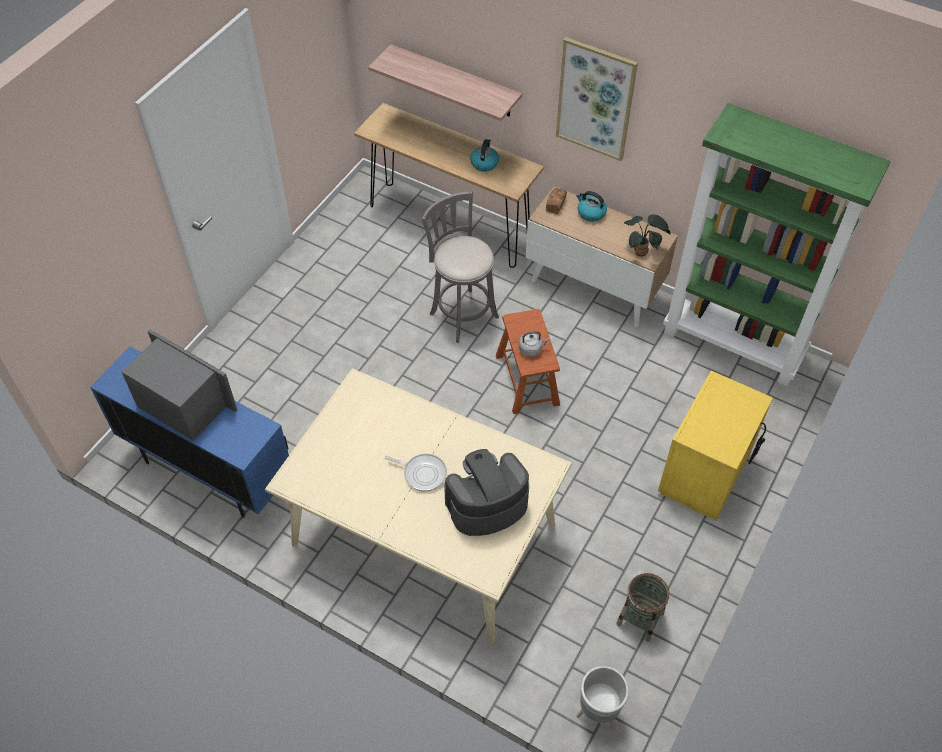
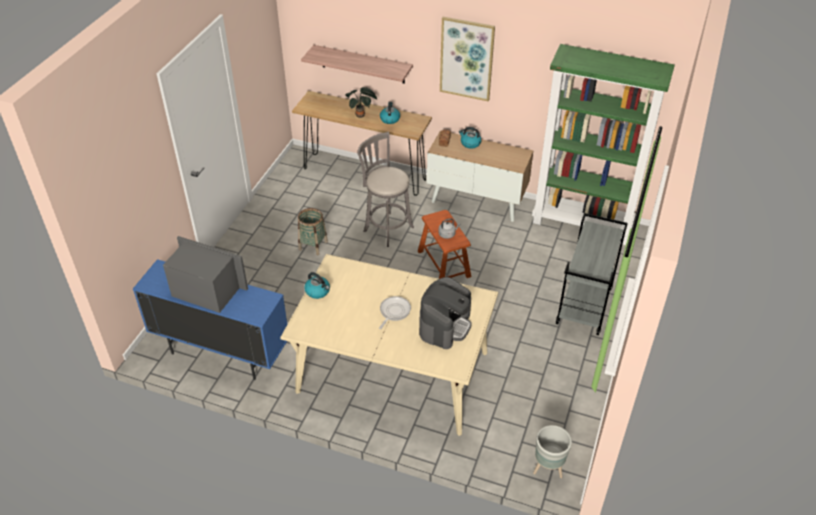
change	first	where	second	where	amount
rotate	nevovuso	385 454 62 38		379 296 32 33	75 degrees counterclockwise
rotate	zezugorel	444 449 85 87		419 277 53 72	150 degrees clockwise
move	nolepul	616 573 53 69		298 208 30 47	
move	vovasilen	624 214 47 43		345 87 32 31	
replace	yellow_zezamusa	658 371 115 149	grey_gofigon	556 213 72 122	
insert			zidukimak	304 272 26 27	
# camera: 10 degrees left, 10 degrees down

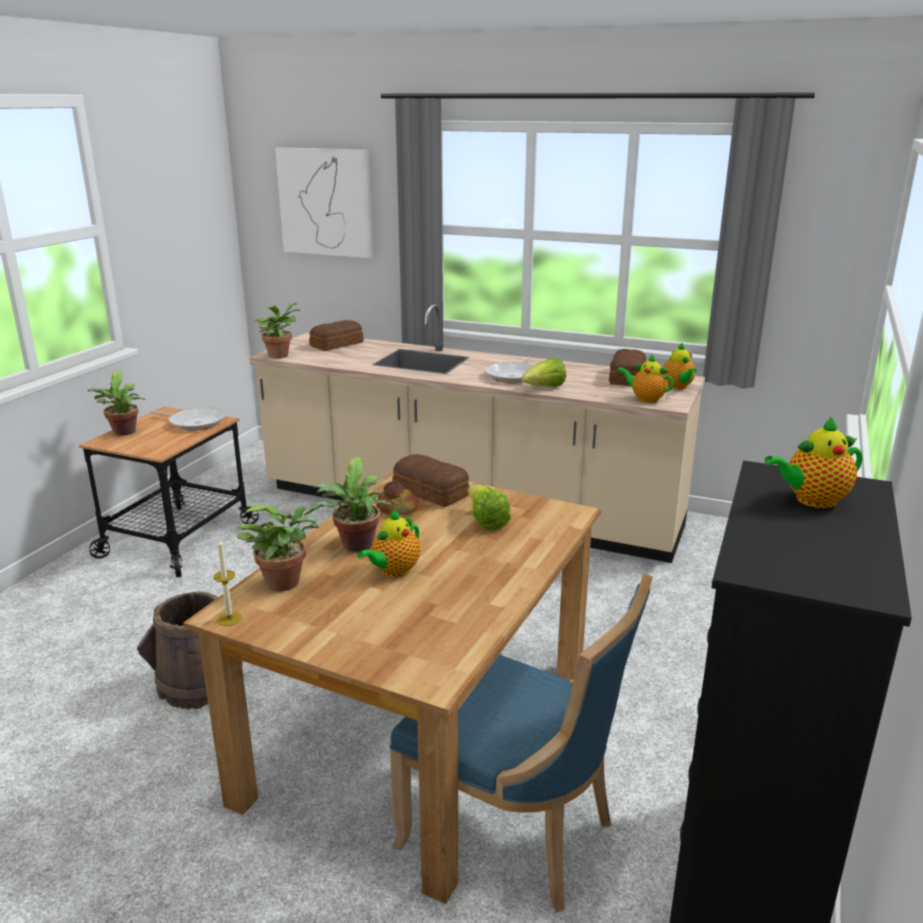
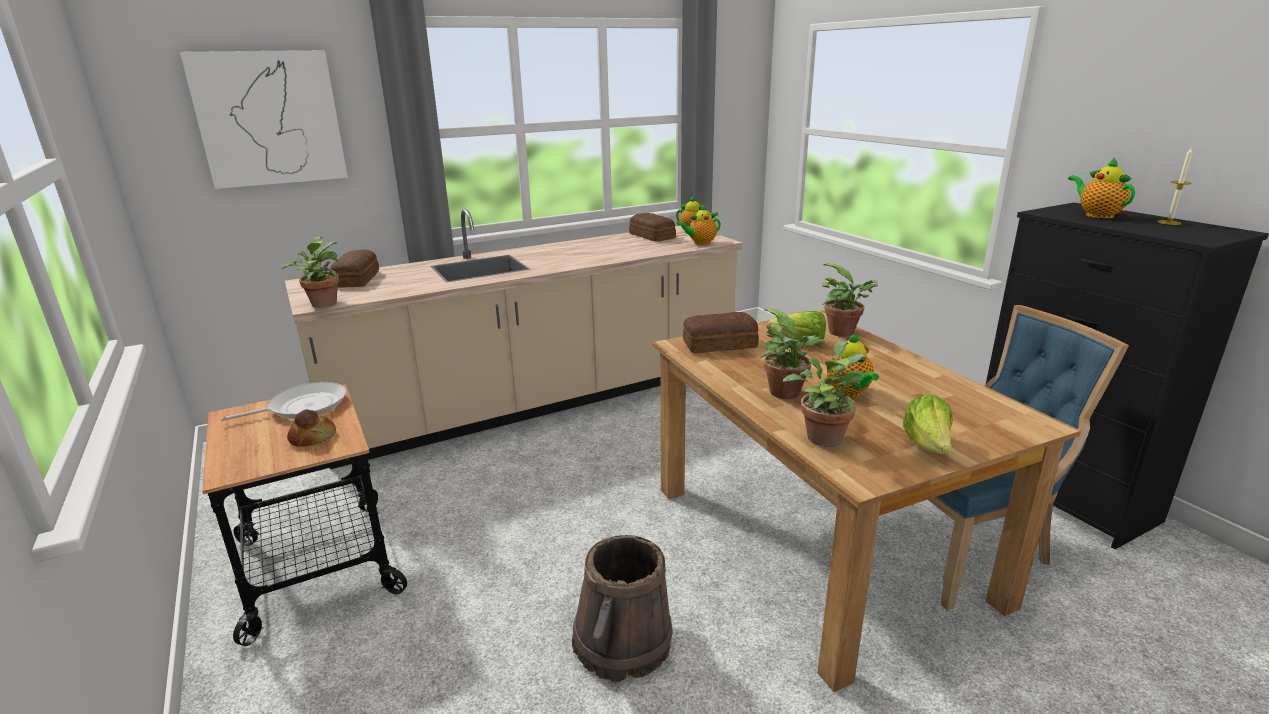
change	first	where	second	where	amount
move	vovasilen	87 371 58 65		822 263 56 74	
move	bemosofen	213 538 29 88		1158 148 35 77	
move	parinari	377 481 41 34		287 409 49 38	
delete	nevovuso	485 356 49 27			
move	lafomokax	522 358 44 29		903 394 50 60	
rotate	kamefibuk	765 417 97 91		1068 157 67 61	135 degrees clockwise
# camera: 50 degrees left, 0 degrees up

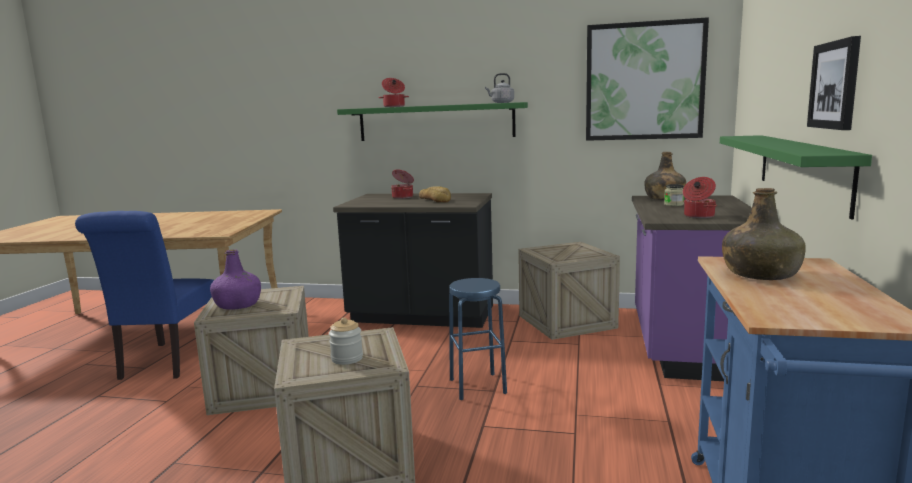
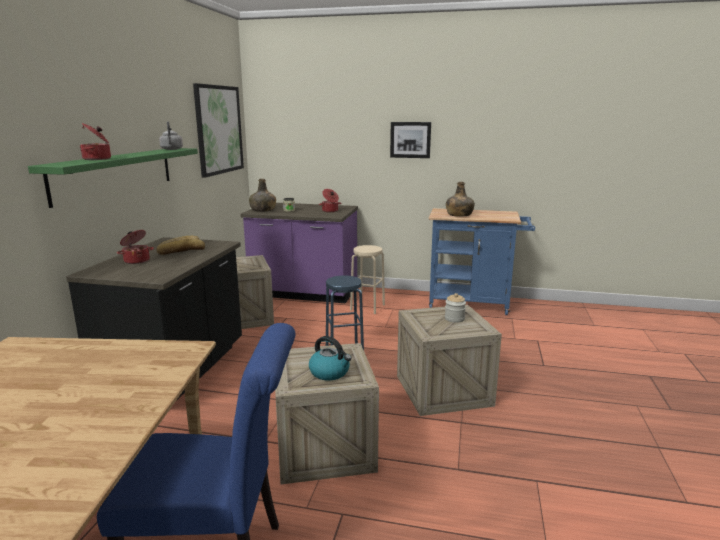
change	first	where	second	where	amount
replace	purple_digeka	210 249 51 61	zidukimak	309 336 43 45	
delete	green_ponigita	720 135 152 84			
insert			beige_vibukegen	350 245 35 69	
# camera: 90 degrees left, 5 degrees up

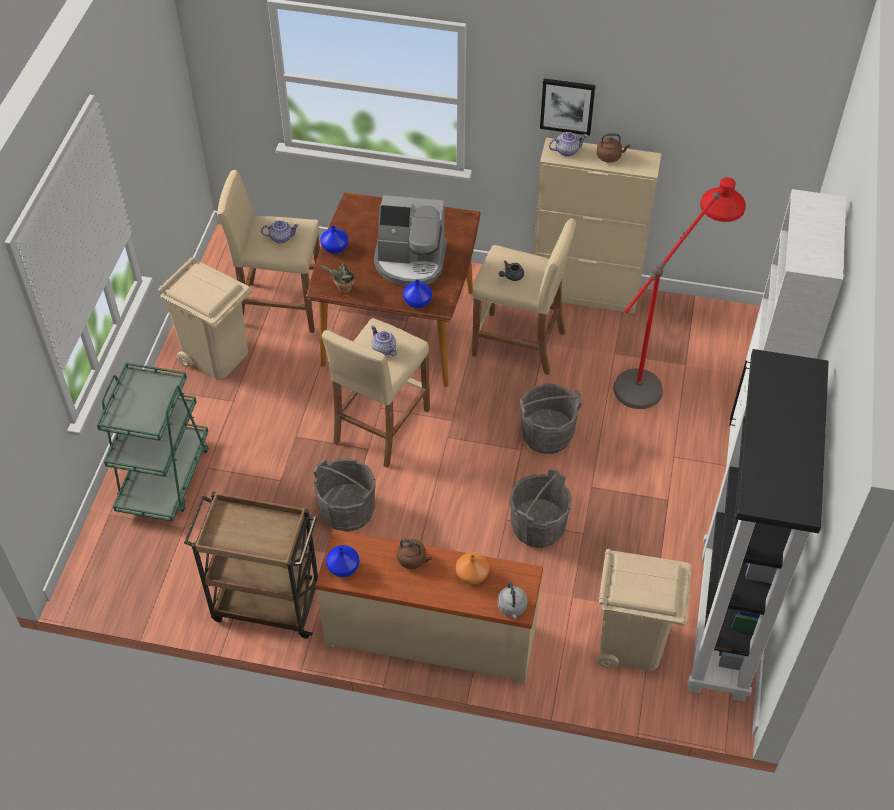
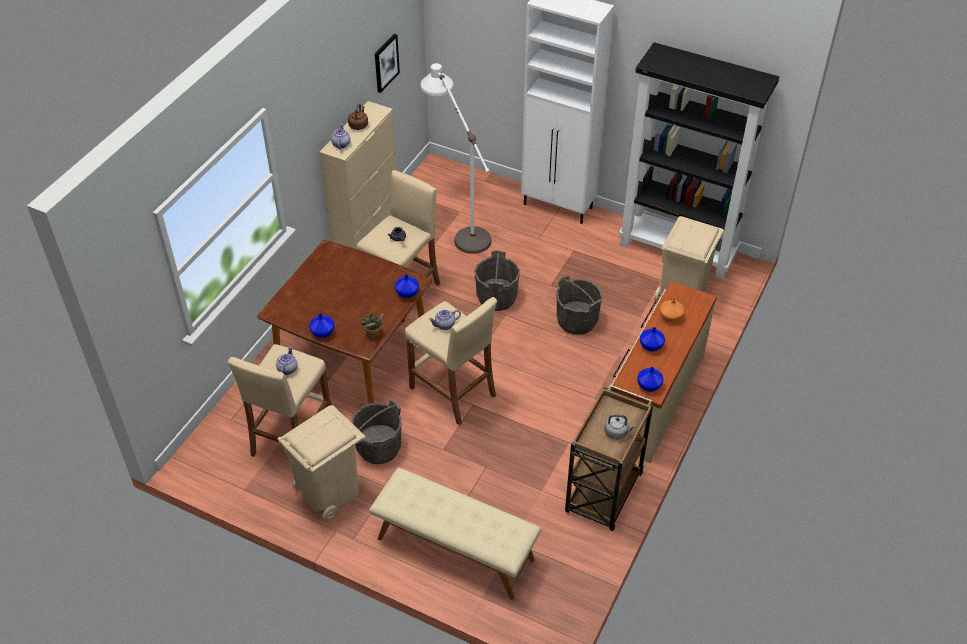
change	first	where	second	where	amount
replace	green_gofigon	97 363 112 158	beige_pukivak	369 468 172 132	
move	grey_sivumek	314 458 62 74		351 400 51 64	
delete	zezugorel	374 195 73 91			
replace	brown_zidukimak	397 539 35 30	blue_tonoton	640 327 25 25	
move	grey_zidukimak	497 581 31 38		604 415 32 25	
move	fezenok	540 79 56 57		375 34 25 59	
recolor	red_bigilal	613 177 133 232	white_bigilal	421 63 71 191	
# camera: 75 degrees left, 5 degrees down

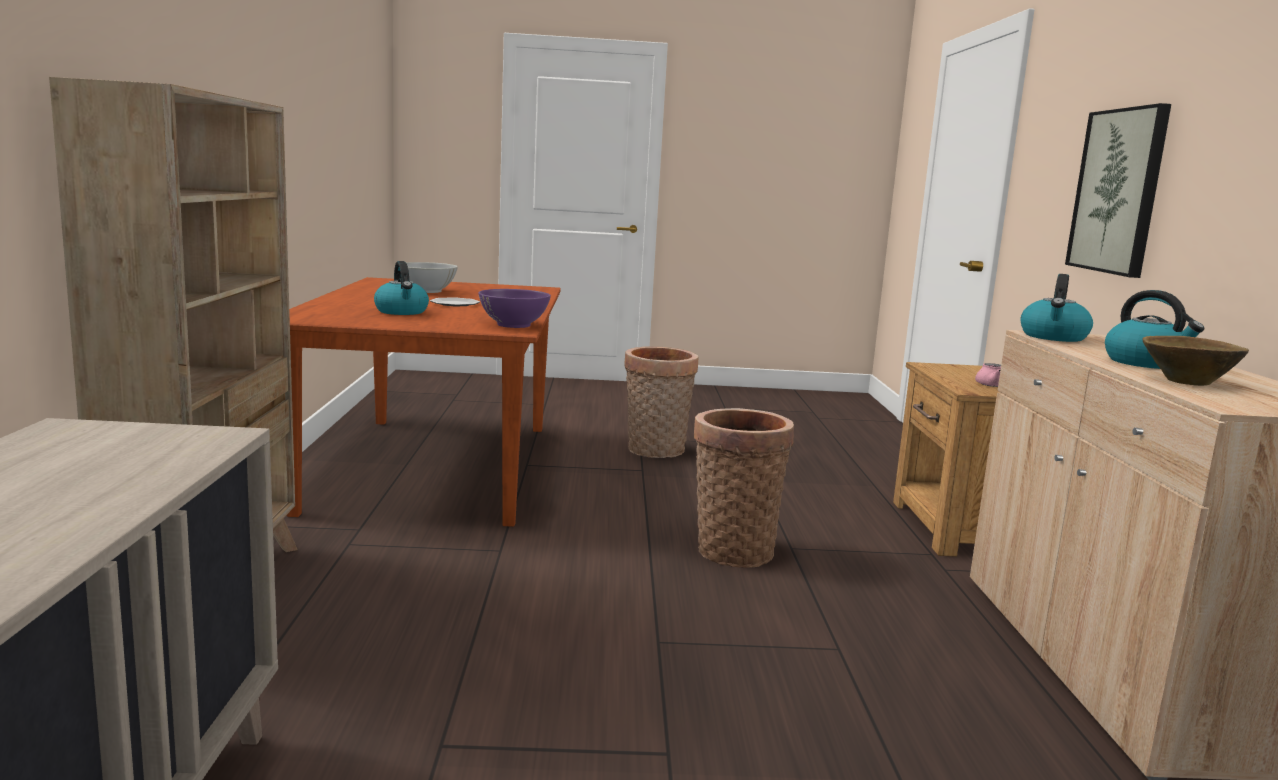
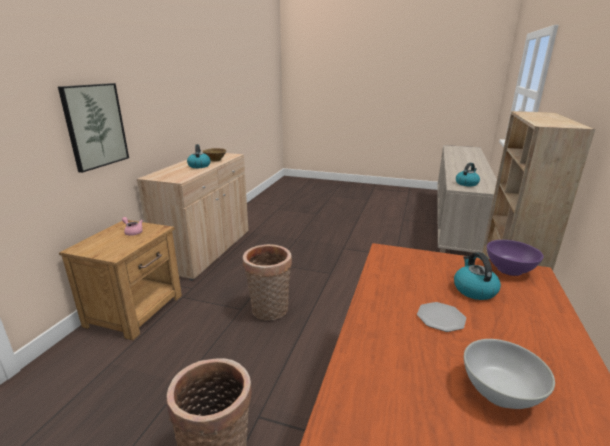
change	first	where	second	where	amount
move	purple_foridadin	478 289 73 39		487 240 56 36	
move	zidukimak	1020 274 73 68		456 163 24 23	
# camera: 160 degrees left, 10 degrees up

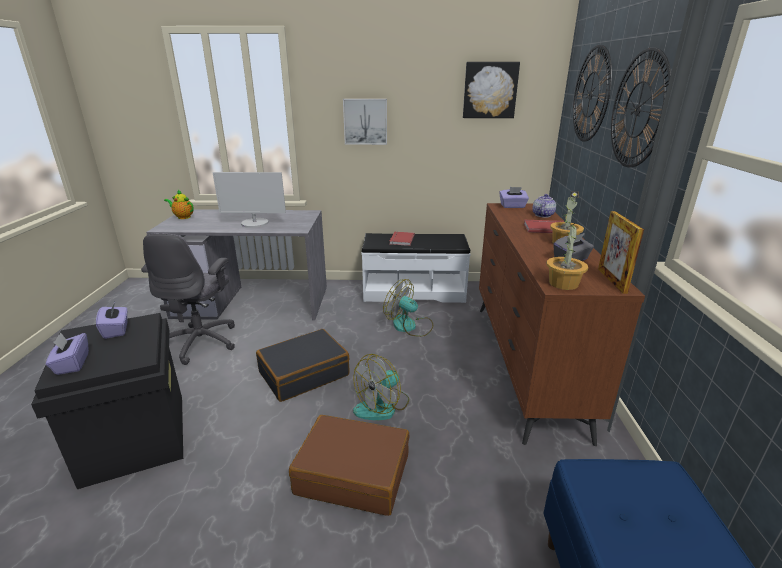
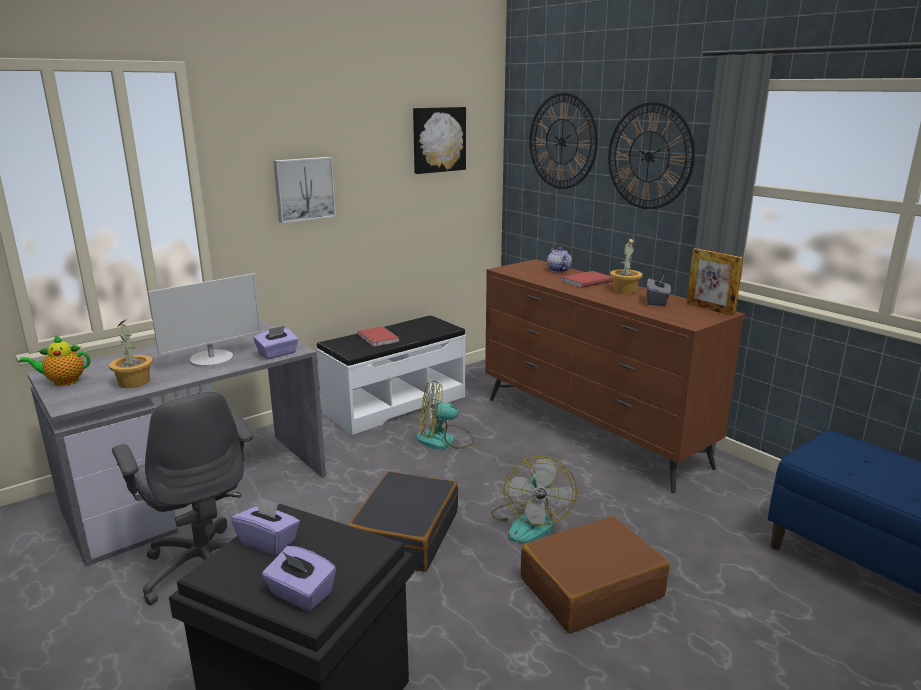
change	first	where	second	where	amount
move	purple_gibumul	499 187 30 21		254 326 44 33	
move	vovasilen	547 223 41 67		109 320 44 68	
# camera: 40 degrees left, 5 degrees down

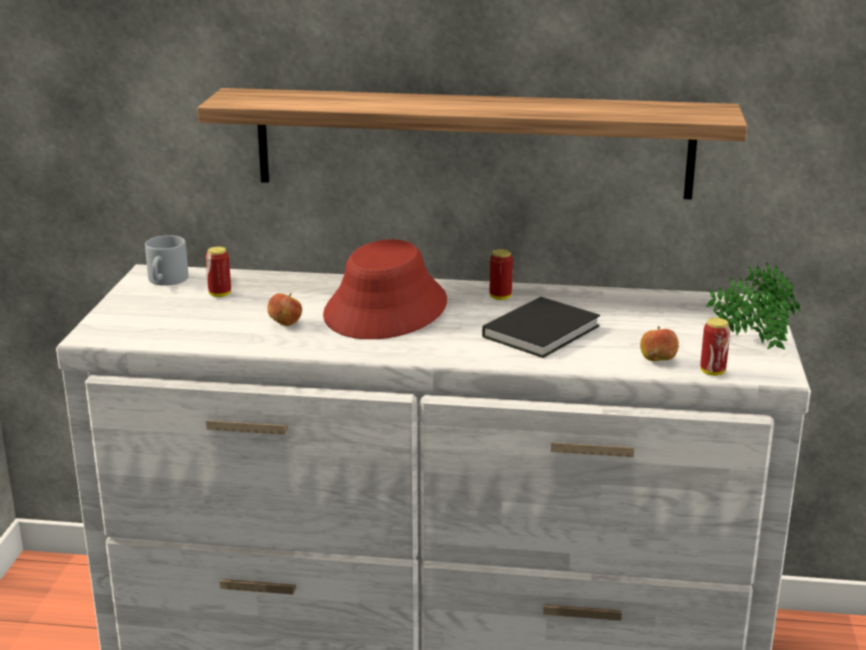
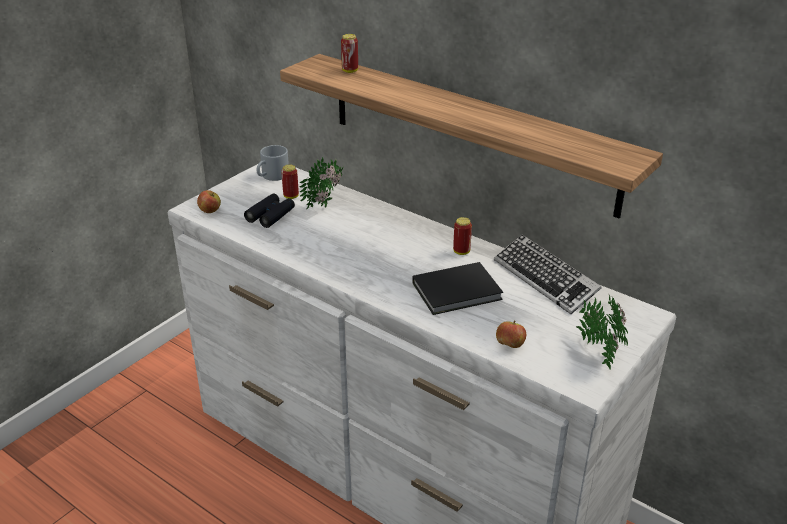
change	first	where	second	where	amount
move	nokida	267 293 35 33		197 190 24 23	
delete	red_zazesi	323 239 124 100			
move	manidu	700 318 30 58		341 34 17 39	
insert			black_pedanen	244 194 51 34	
insert			vovasilen	299 157 44 52	
insert			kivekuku	494 234 108 80	
# camera: 30 degrees right, 10 degrees up

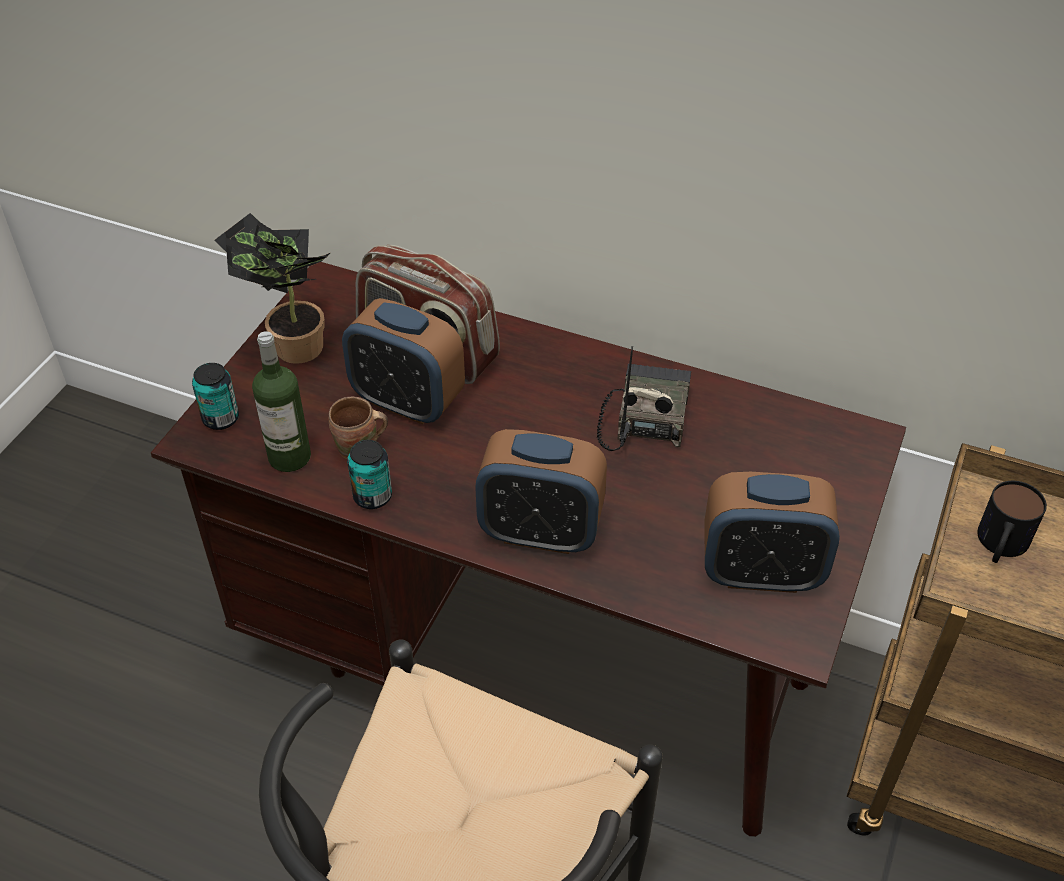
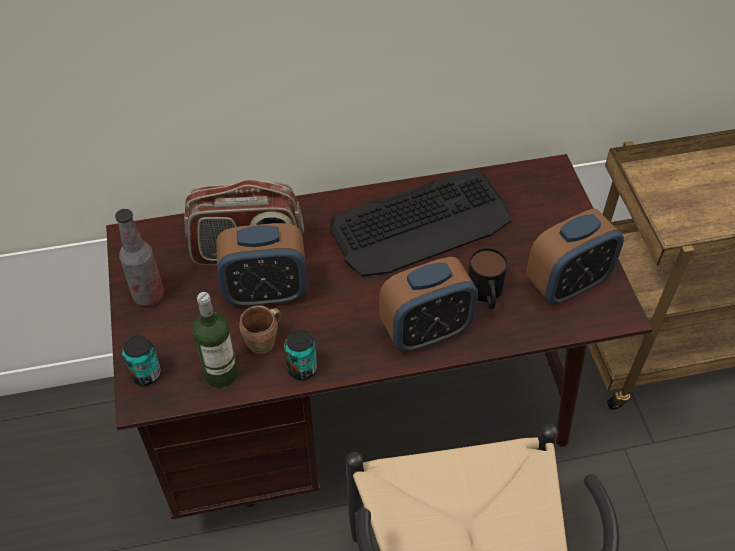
change	first	where	second	where	amount
replace	vovasilen	214 213 116 151	digeka	115 209 49 97	
replace	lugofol	597 346 94 105	kivekuku	330 169 181 107	
move	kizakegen	977 481 70 82		468 248 39 61	
# camera: 35 degrees left, 5 degrees up

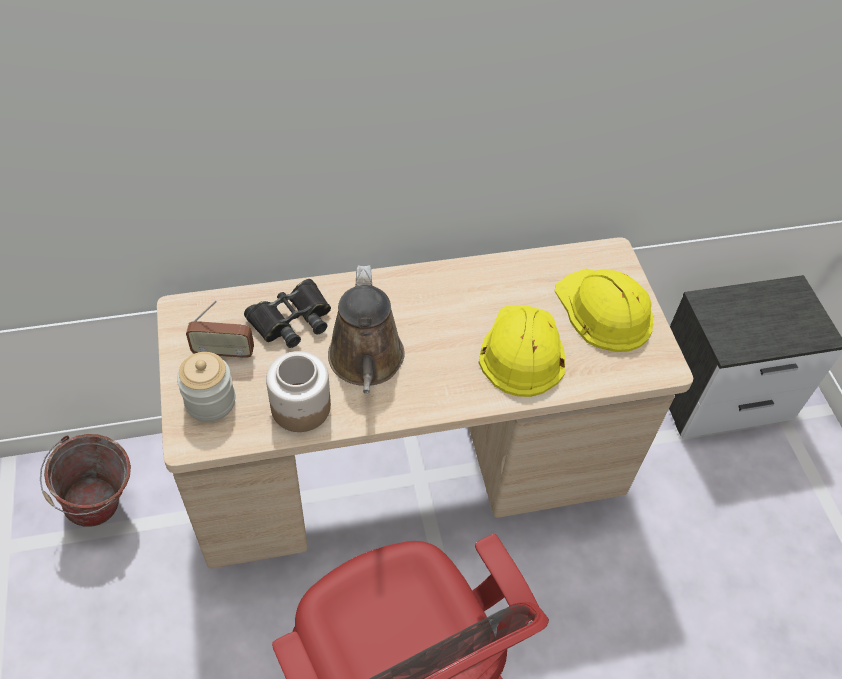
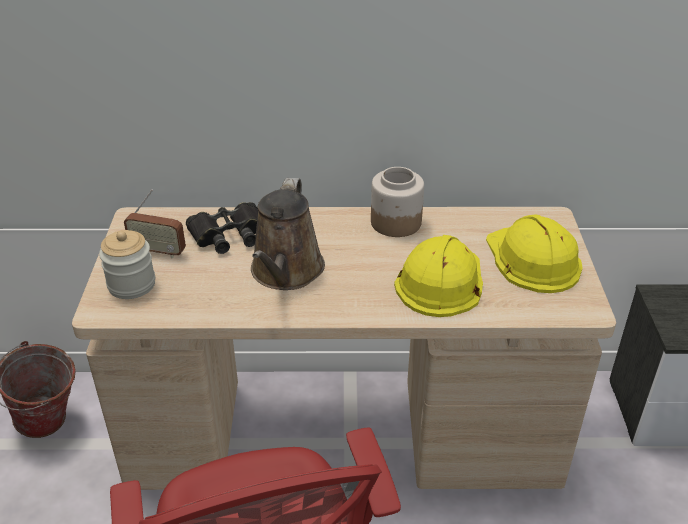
change	first	where	second	where	amount
move	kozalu	266 351 65 81		371 167 53 70	
# camera: 15 degrees right, 15 degrees down

